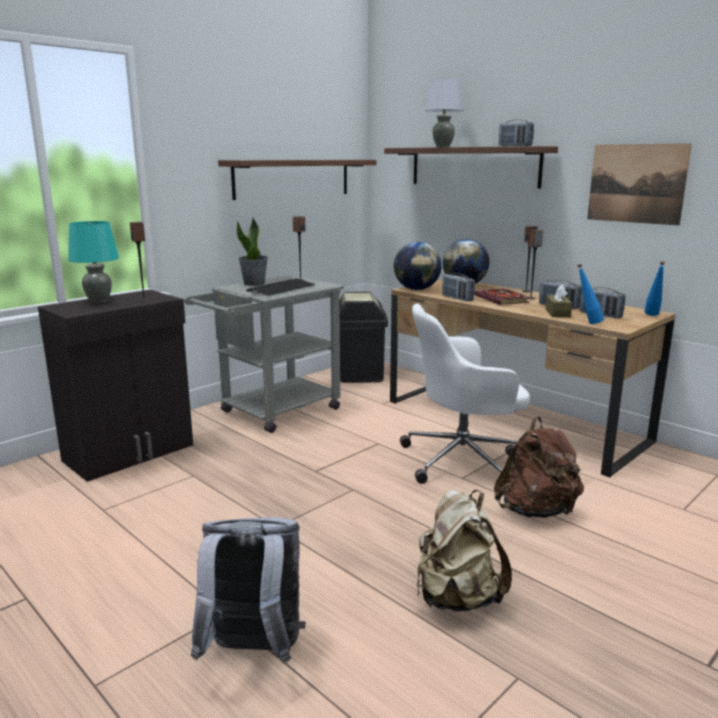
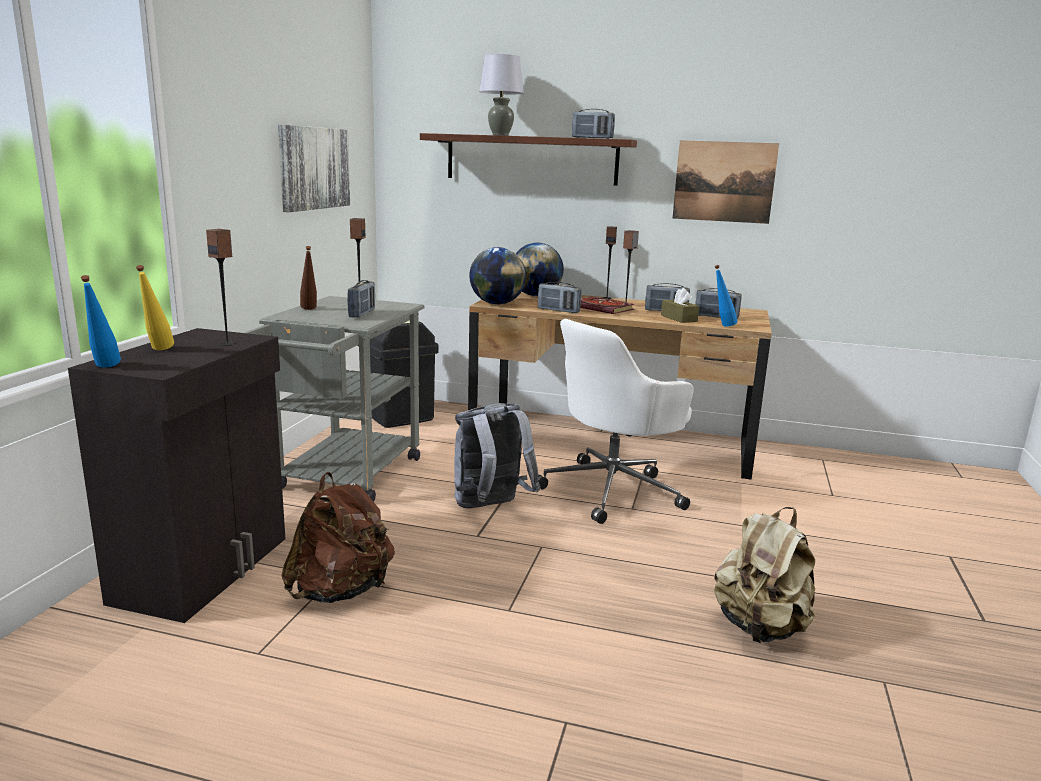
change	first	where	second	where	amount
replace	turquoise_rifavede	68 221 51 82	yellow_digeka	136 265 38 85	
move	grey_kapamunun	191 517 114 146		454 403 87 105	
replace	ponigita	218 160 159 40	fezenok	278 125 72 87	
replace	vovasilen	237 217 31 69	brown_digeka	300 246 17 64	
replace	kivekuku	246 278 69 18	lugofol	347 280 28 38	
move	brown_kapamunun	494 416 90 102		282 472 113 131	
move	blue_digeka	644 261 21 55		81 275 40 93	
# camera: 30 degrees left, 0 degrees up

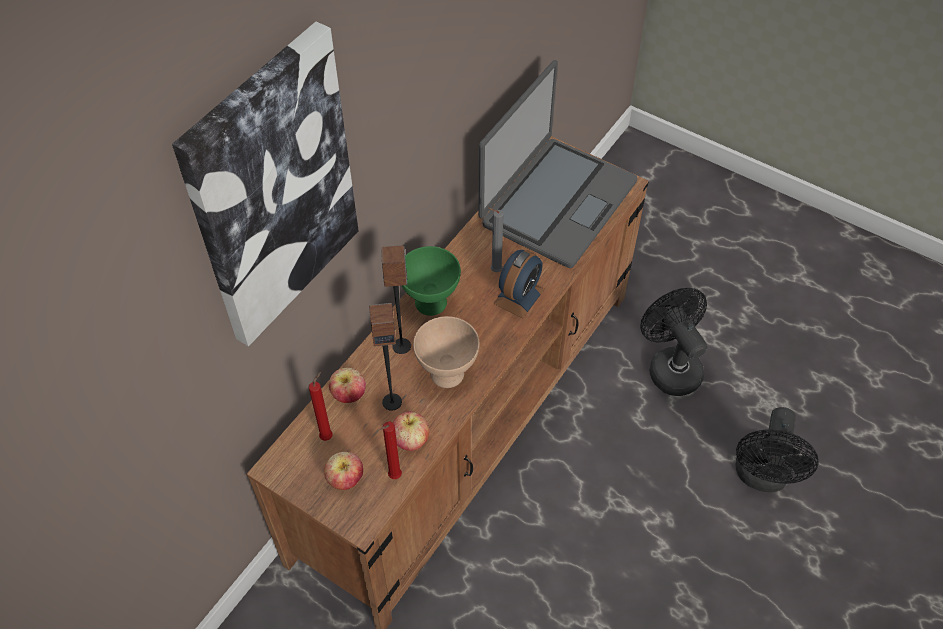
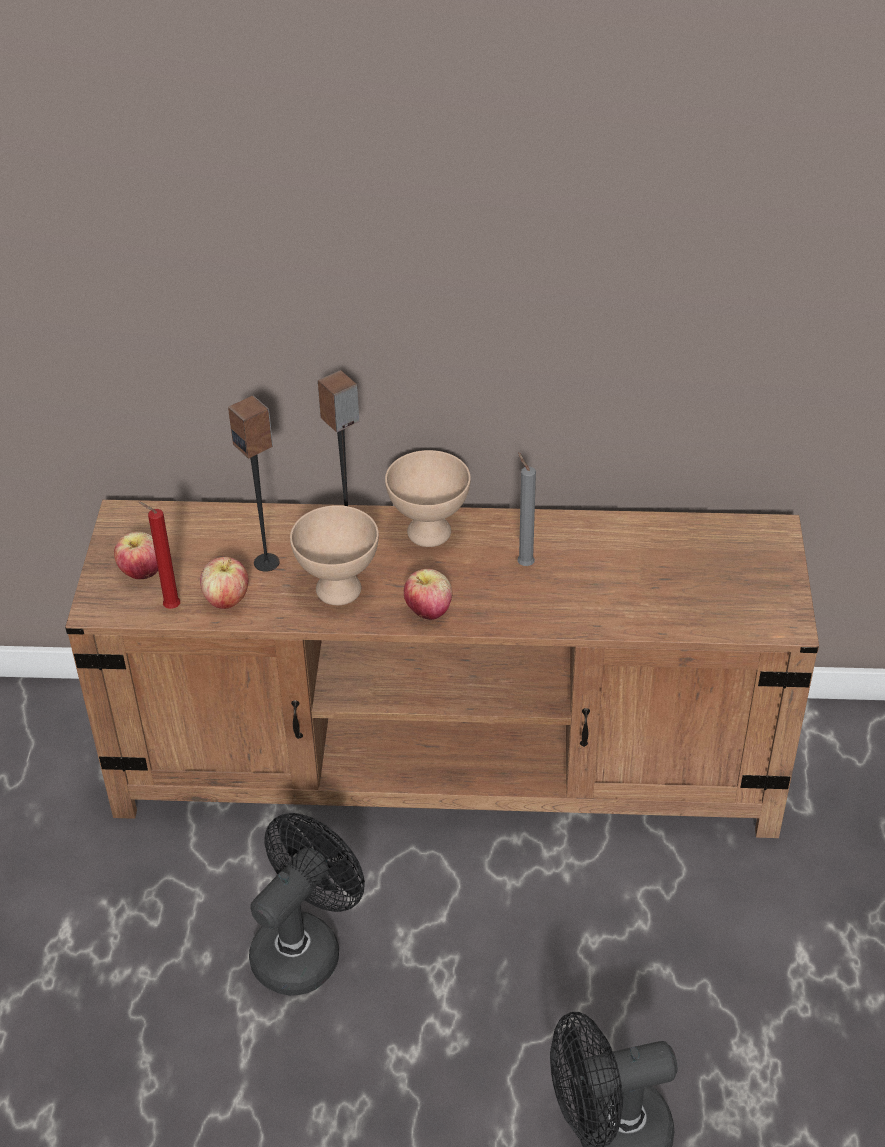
change	first	where	second	where	amount
delete	fezenok	172 21 187 325			
delete	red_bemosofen	309 372 24 69			
move	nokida	329 368 37 35		404 569 48 51	
recolor	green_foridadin	402 246 59 70	beige_foridadin	385 450 86 97	
delete	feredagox	478 60 159 208			
delete	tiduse	493 250 52 69			
move	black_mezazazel	640 288 67 108		249 813 116 183	
# camera: 60 degrees right, 10 degrees down

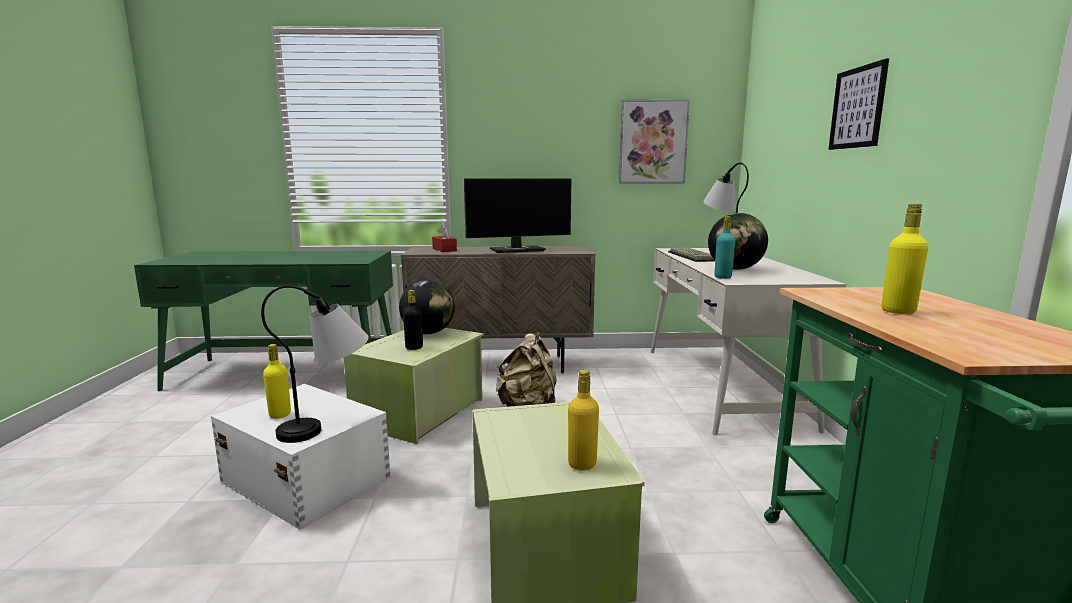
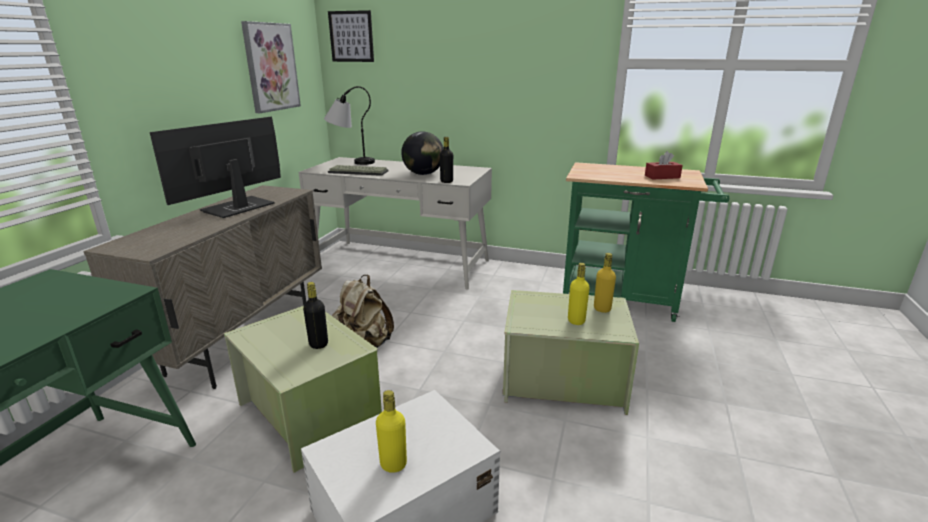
change	first	where	second	where	amount
delete	rifavede	261 285 108 158			
delete	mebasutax	399 280 56 54			
move	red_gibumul	432 225 25 27		645 151 38 28	
rotate	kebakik	464 178 107 75		150 117 131 101	150 degrees counterclockwise
recolor	turquoise_digeka	714 216 21 63	black_digeka	440 137 13 46	
move	fezenok	828 58 61 92		328 10 46 52	
move	yellow_digeka	882 204 47 110		568 263 22 62	
# camera: 70 degrees left, 10 degrees up

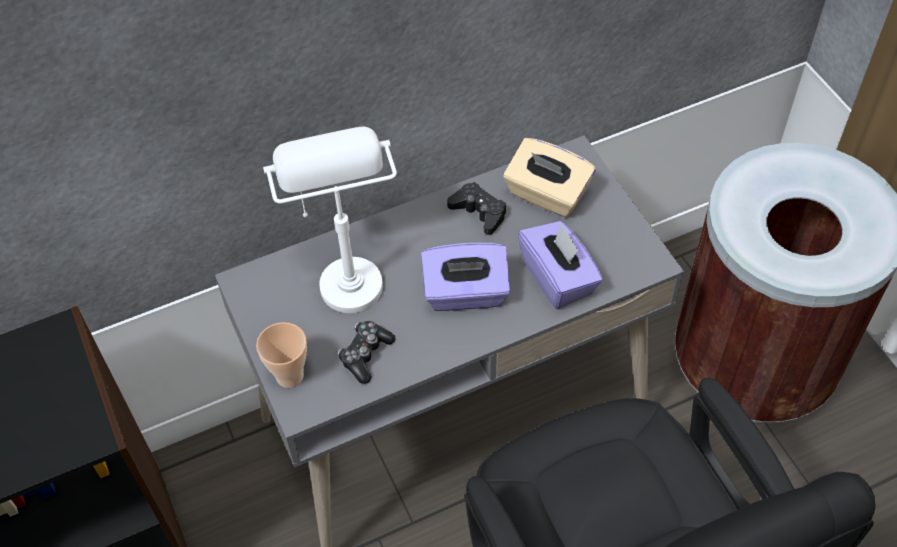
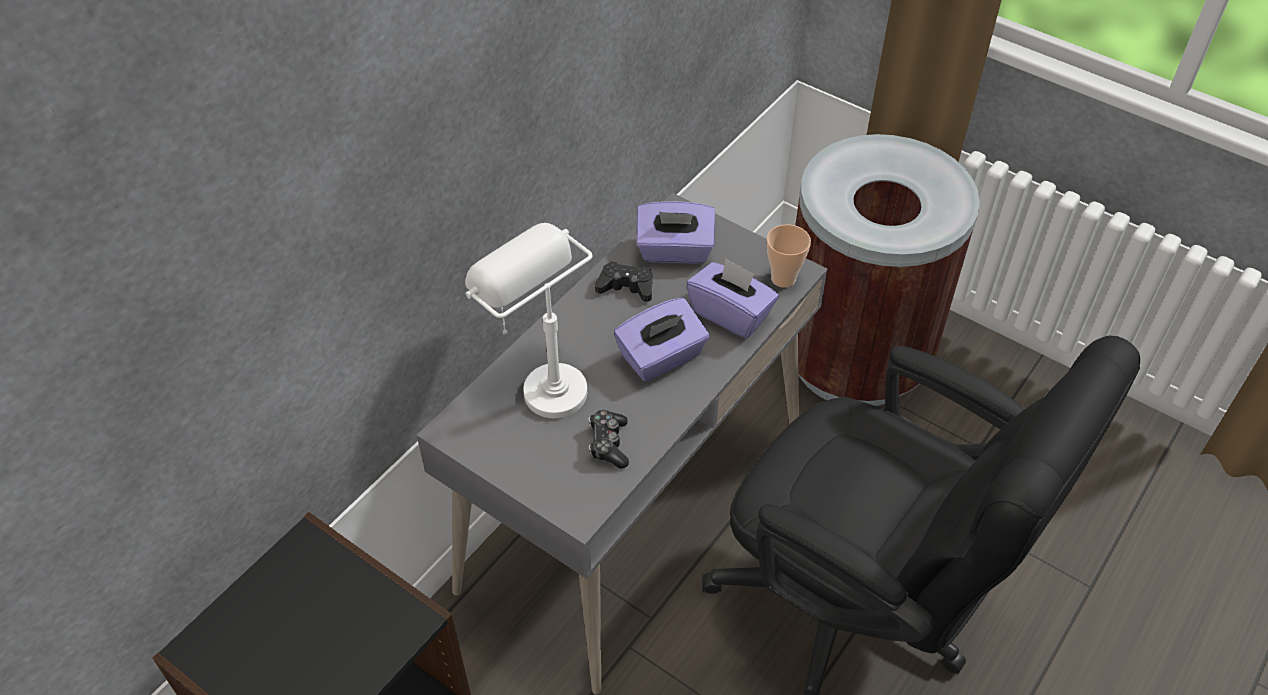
change	first	where	second	where	amount
move	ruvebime	256 322 51 66		767 224 44 64	
recolor	beige_gibumul	503 138 93 79	purple_gibumul	637 201 78 63	
# camera: 30 degrees left, 5 degrees down

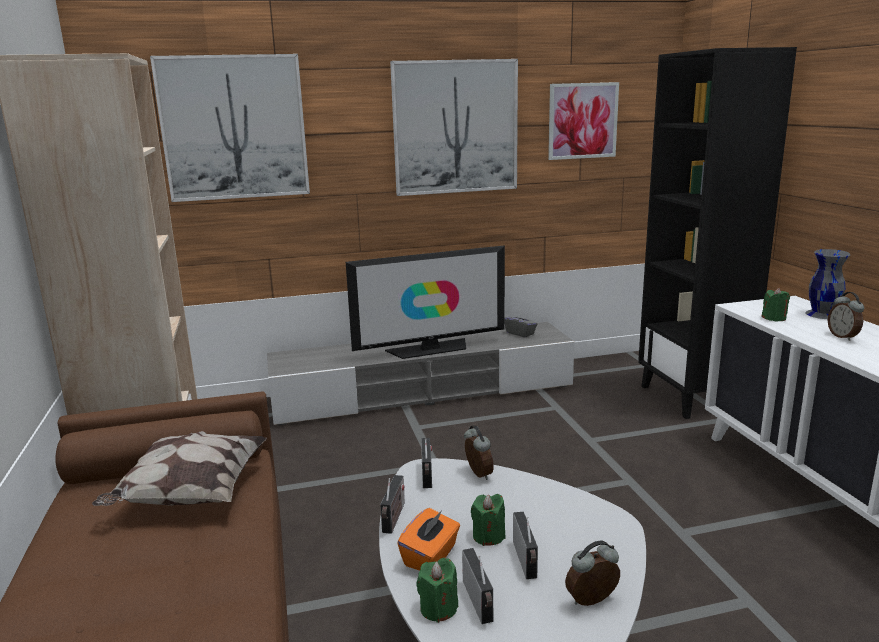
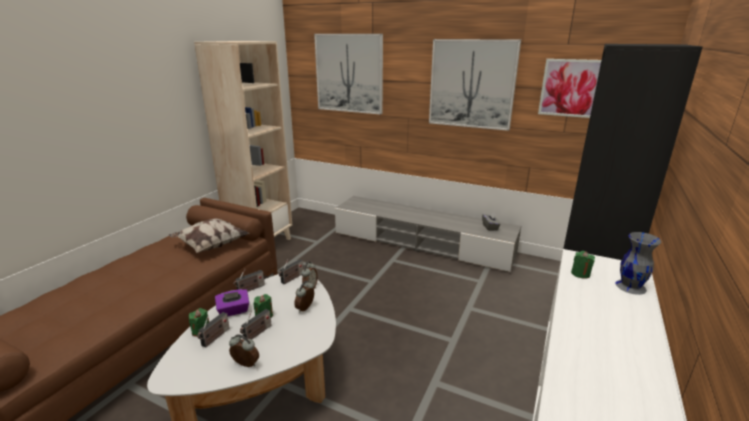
change	first	where	second	where	amount
delete	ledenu	346 246 159 113			
recolor	orange_gibumul	397 508 63 63	purple_gibumul	215 289 34 27	
move	tiduse	828 292 36 49		294 281 20 31	
# camera: 40 degrees right, 5 degrees up

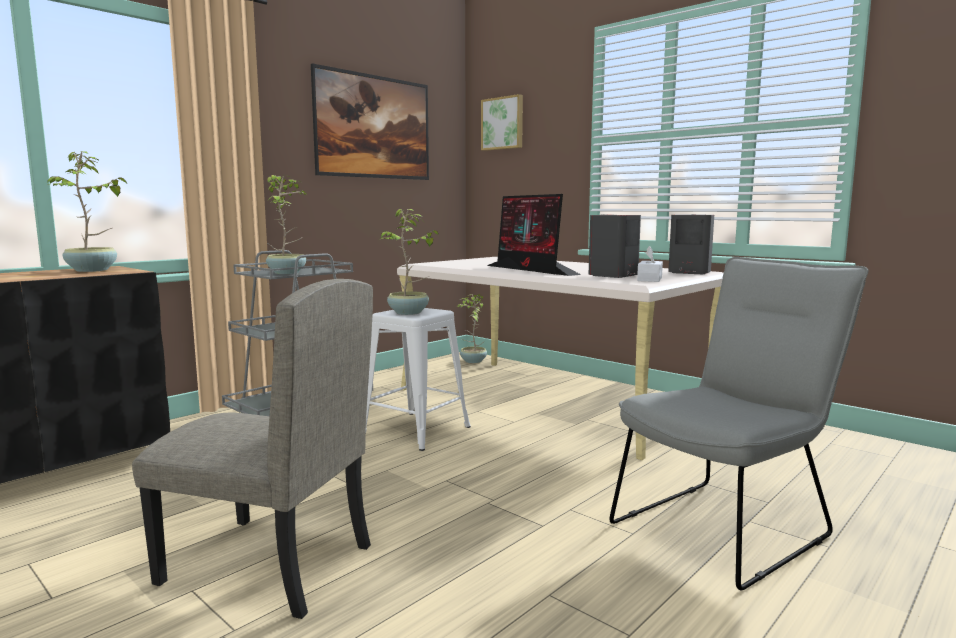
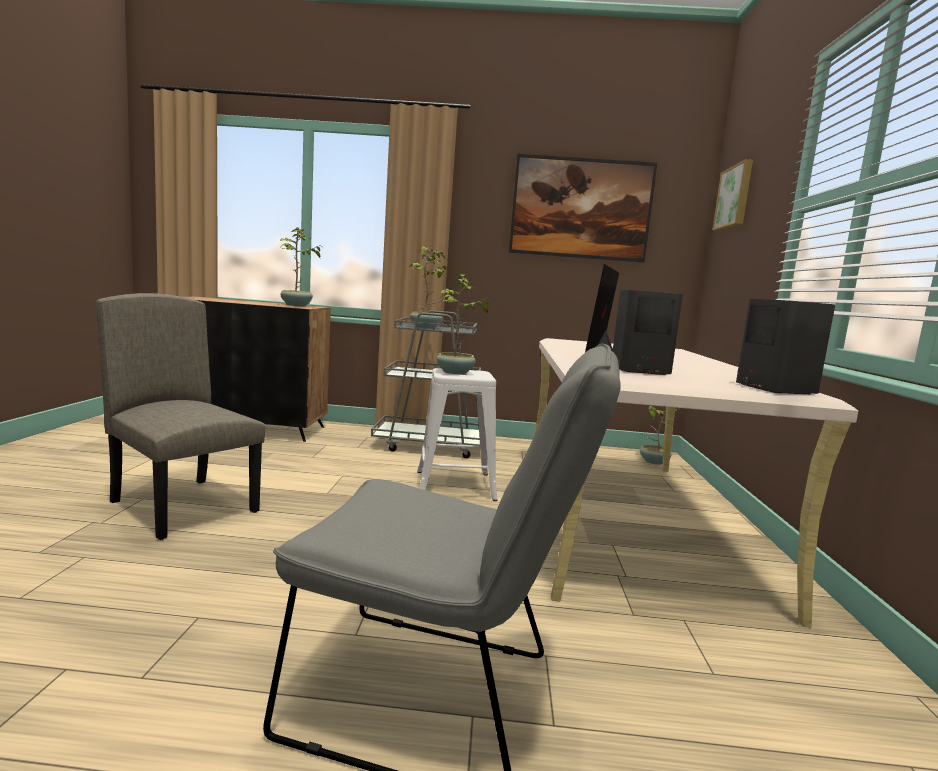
change	first	where	second	where	amount
rotate	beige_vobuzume	132 279 241 340		96 293 169 247	150 degrees clockwise
delete	white_gibumul	637 246 26 36			
# camera: 50 degrees right, 0 degrees up

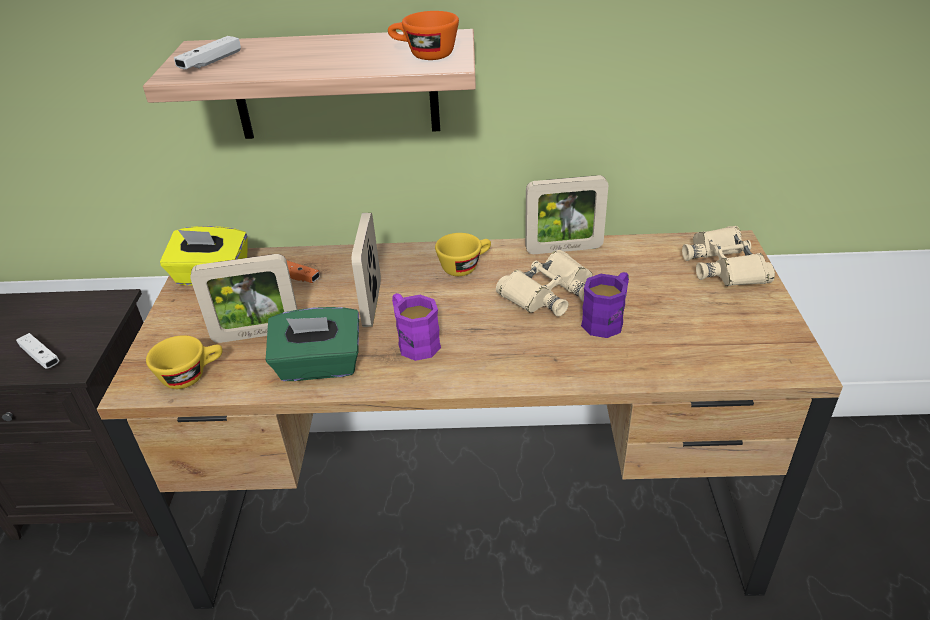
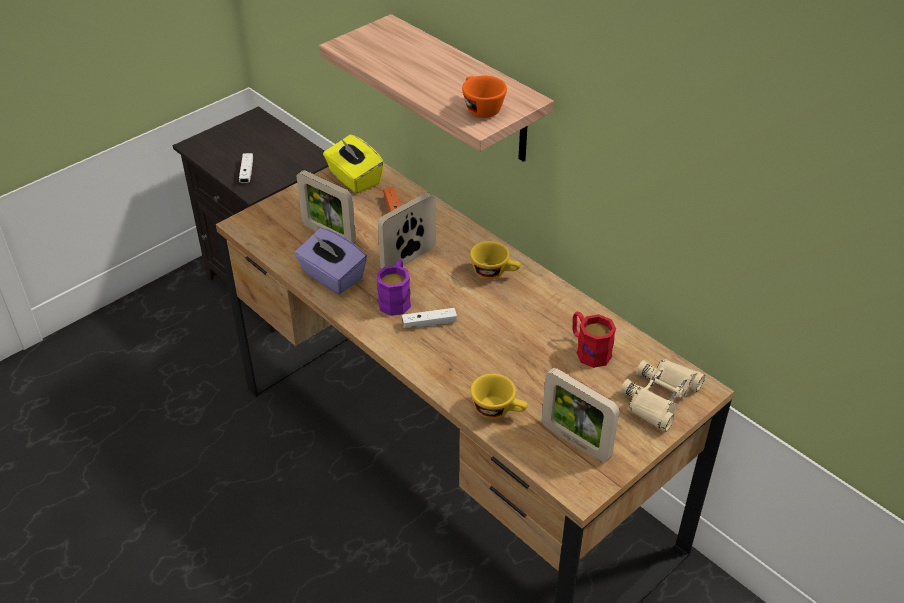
change	first	where	second	where	amount
move	yellow_ruvebime	146 335 76 54		470 374 58 45	
move	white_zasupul	174 36 67 33		402 308 55 20	
recolor	green_gibumul	265 307 94 74	purple_gibumul	294 228 73 66	
delete	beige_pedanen	496 250 96 66			
move	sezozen	525 175 83 79		542 368 77 94	
delete	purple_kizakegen	581 272 48 66			
insert			red_kizakegen	572 311 44 57	
# camera: 45 degrees right, 5 degrees up

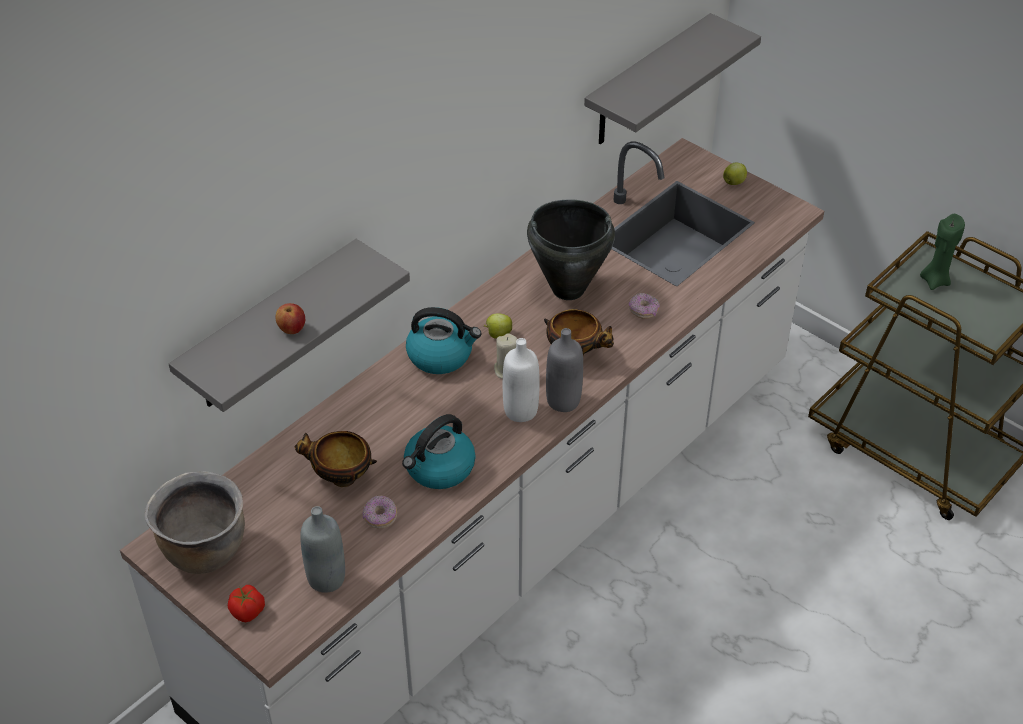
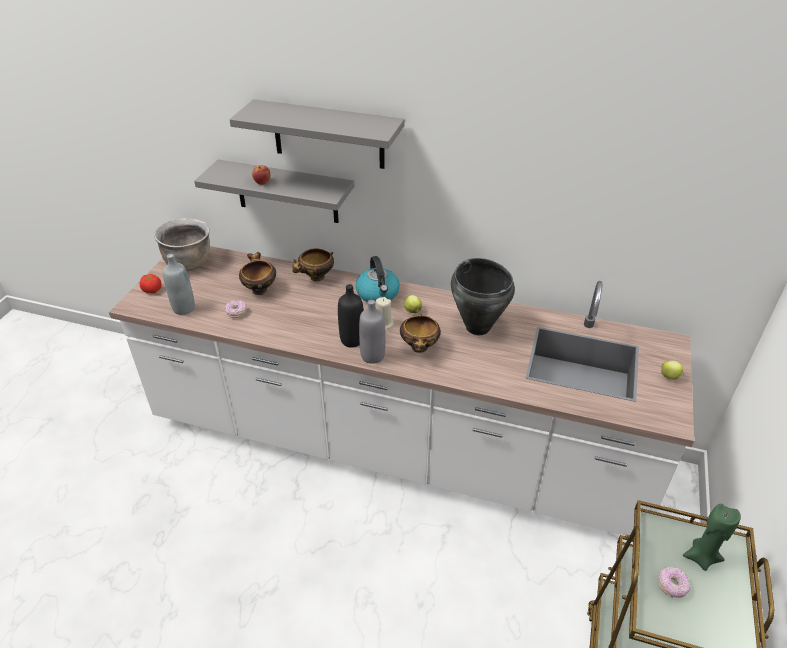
change	first	where	second	where	amount
delete	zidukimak	402 414 74 75			
recolor	white_digeka	503 338 37 84	black_digeka	338 284 26 64	
move	grey_ponigita	584 13 177 131		229 99 176 70	
move	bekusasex	629 293 31 26		658 567 32 31	
insert			foridadin	292 248 42 33	
# camera: 65 degrees right, 5 degrees down

